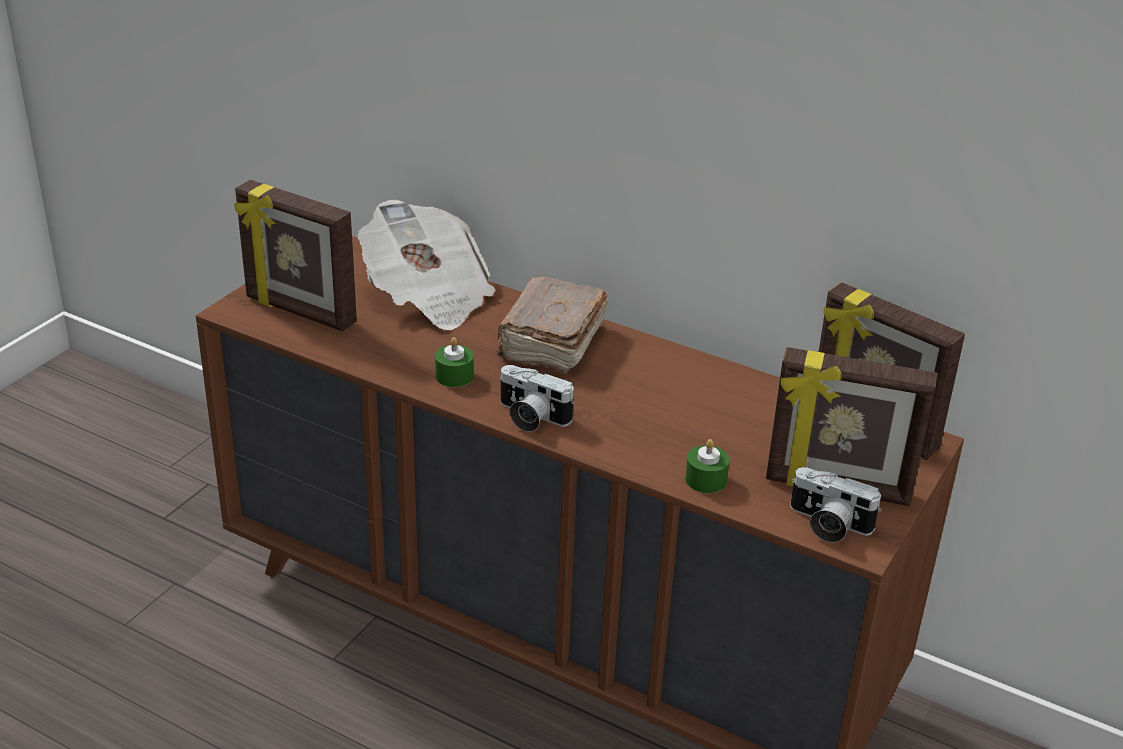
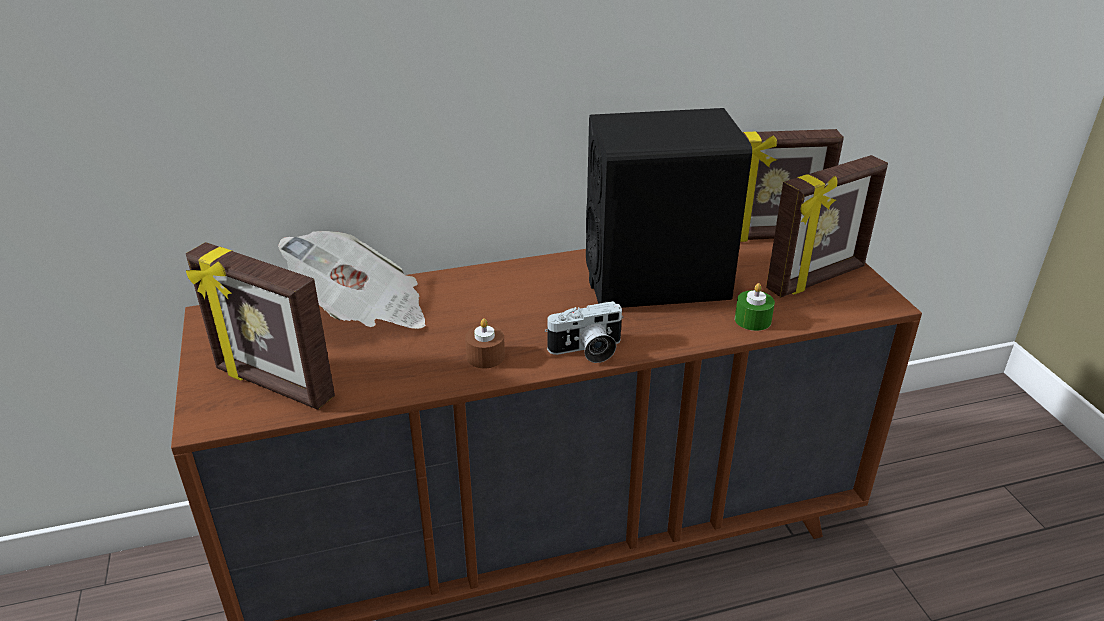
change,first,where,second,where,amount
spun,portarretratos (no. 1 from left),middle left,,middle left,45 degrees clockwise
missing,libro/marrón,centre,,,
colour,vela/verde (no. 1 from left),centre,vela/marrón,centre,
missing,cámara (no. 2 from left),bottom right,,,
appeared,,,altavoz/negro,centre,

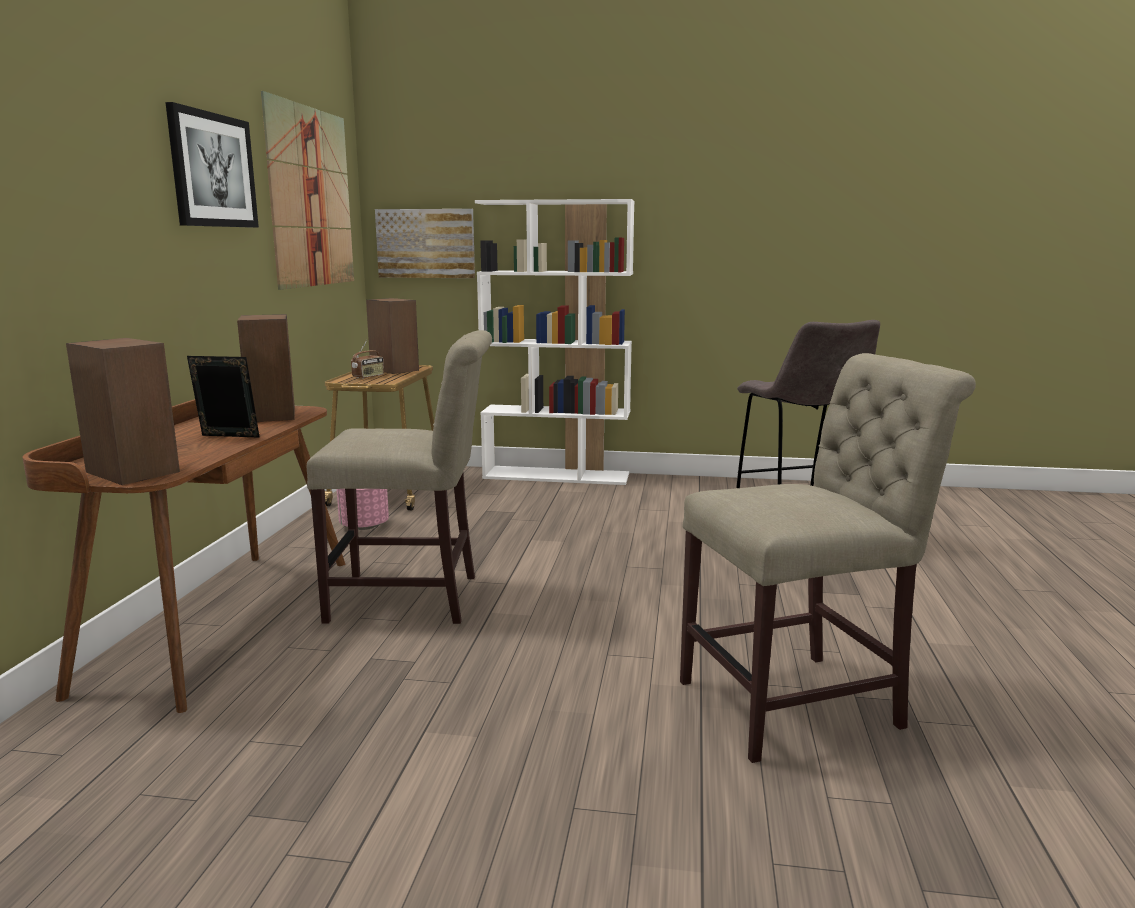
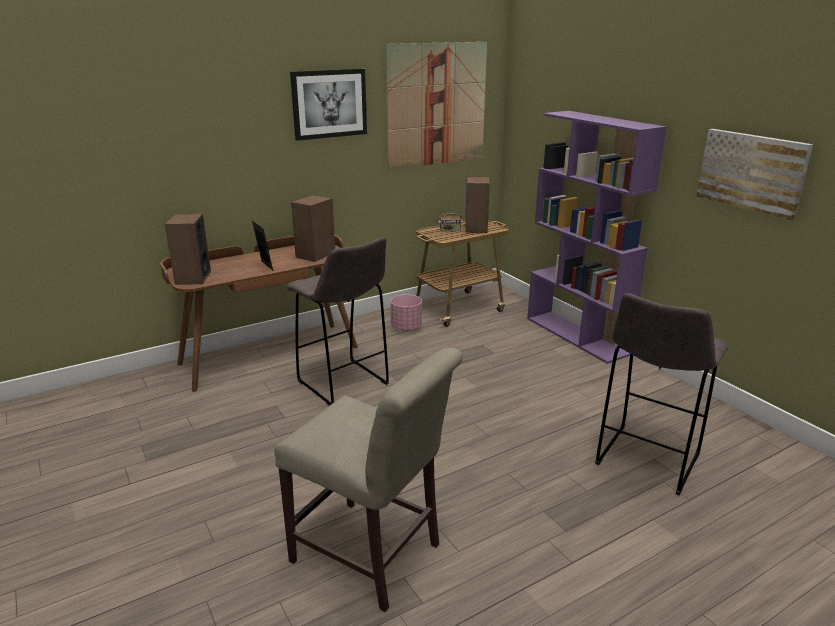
change,first,where,second,where,amount
colour,estantería/blanco,centre,estantería/morado,middle right,
relocated,cuadro (no. 3 from left),top centre,,top right,
exchanged,silla/beis (no. 1 from left),centre,taburete/gris (no. 1 from left),centre,

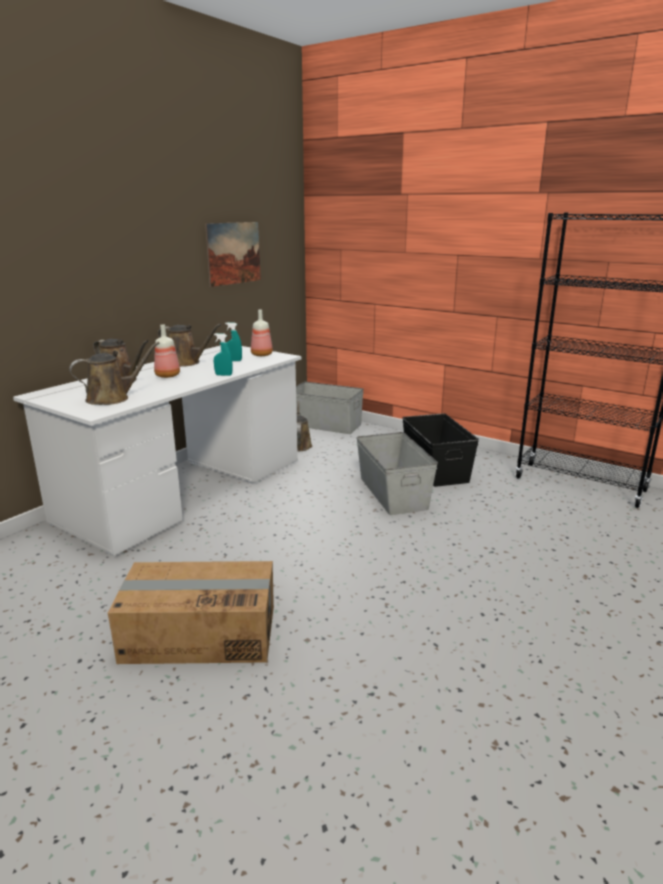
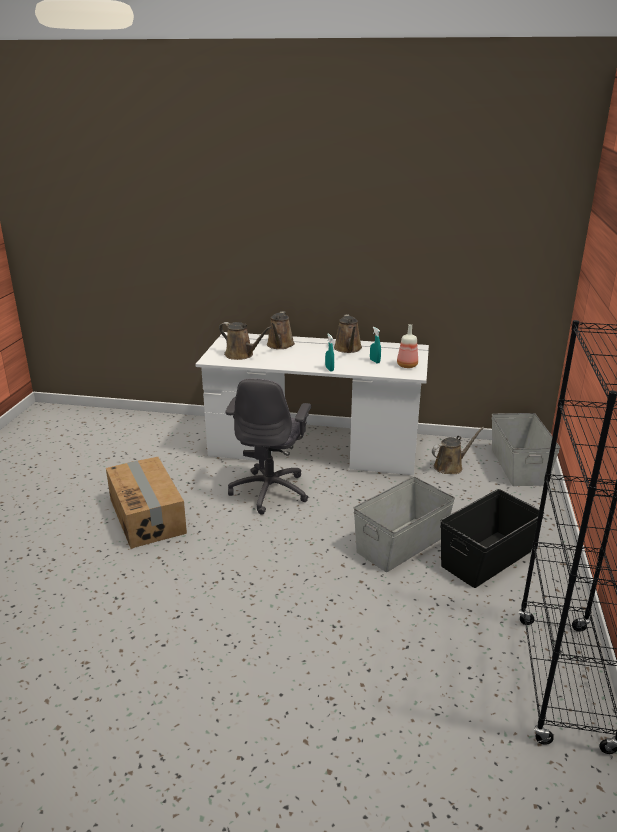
change,first,where,second,where,amount
missing,cuadro,top centre,,,
missing,botella (no. 1 from left),middle left,,,
appeared,,,silla de oficina/gris,centre,

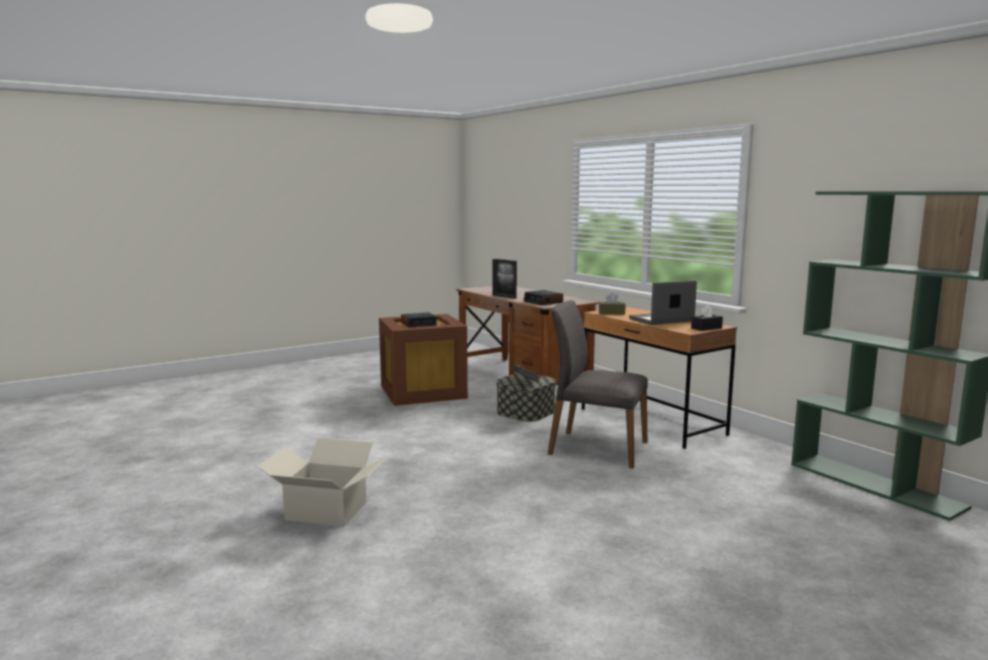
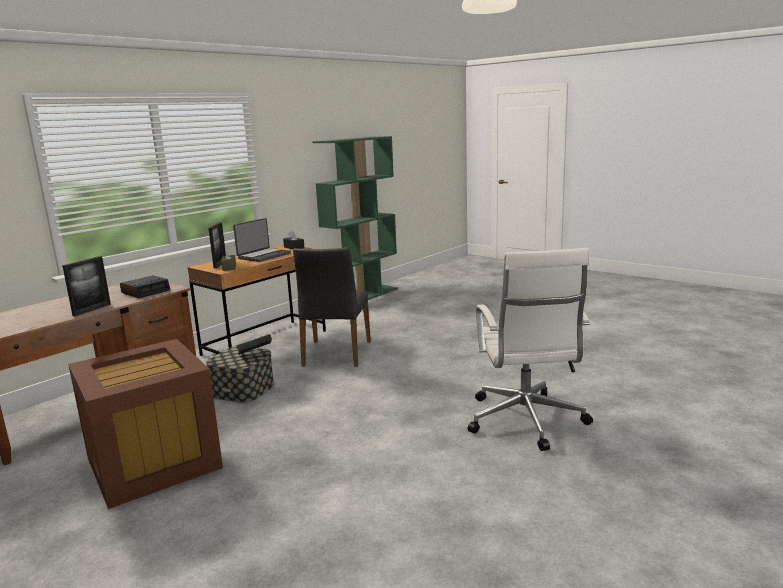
change,first,where,second,where,amount
spun,portátil,middle right,,centre,105 degrees counterclockwise
missing,despertador (no. 1 from left),centre,,,
exchanged,caja de cartón,bottom left,silla de oficina/blanco,middle right,
appeared,,,portarretratos (no. 2 from left),middle left,

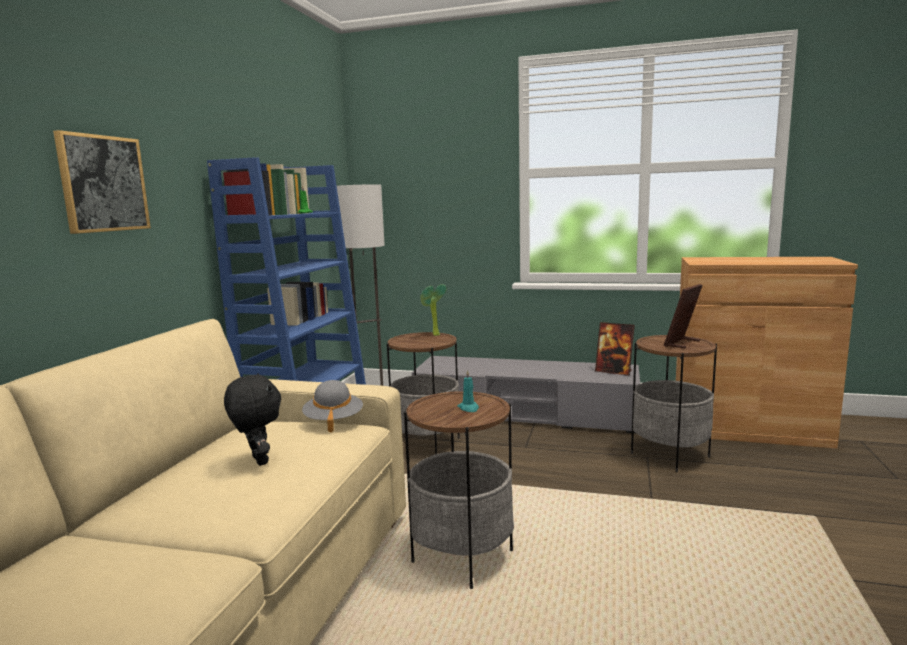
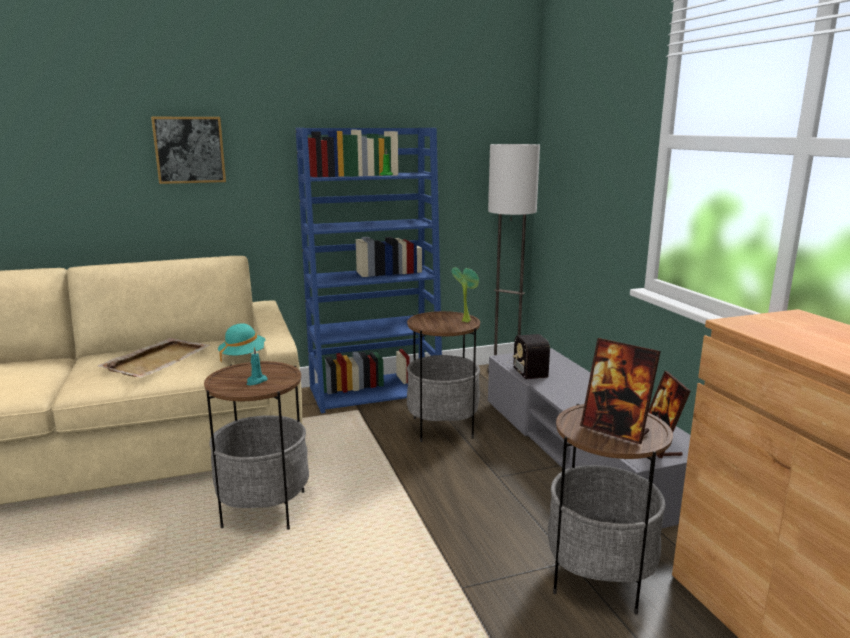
change,first,where,second,where,amount
spun,portarretratos (no. 2 from left in the first image),middle right,portarretratos (no. 1 from left),middle right,150 degrees counterclockwise
exchanged,peluche/negro,middle left,bandeja/beis,middle left,
colour,sombrero/gris,centre,sombrero/turquesa,middle left,
appeared,,,radio,centre,

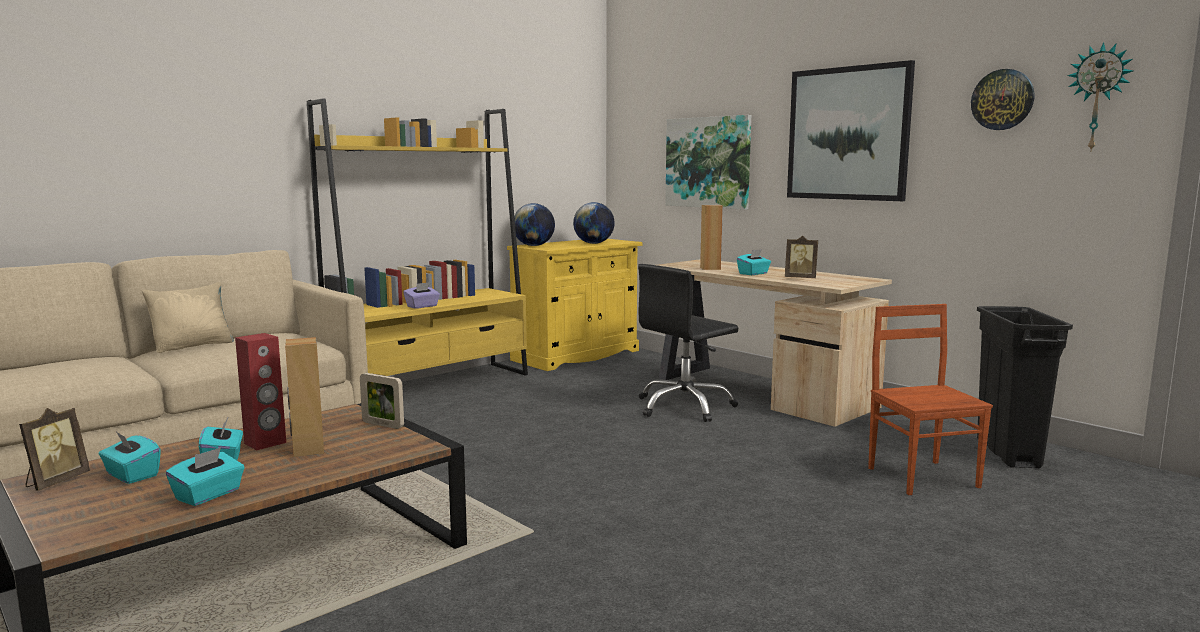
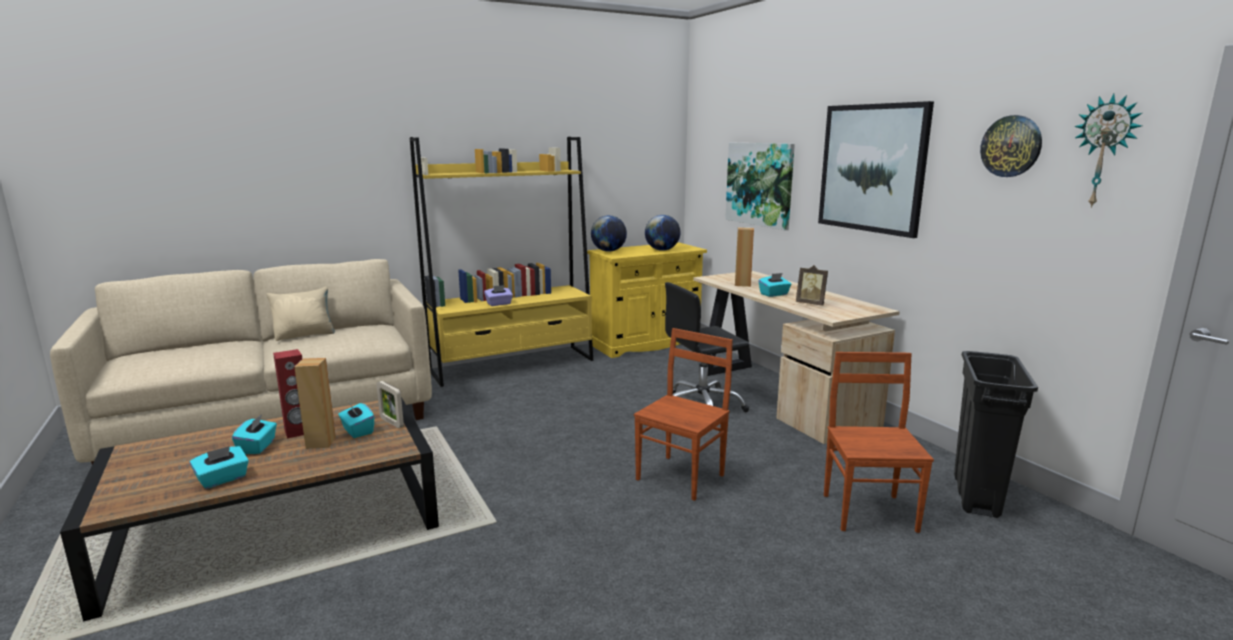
change,first,where,second,where,amount
missing,portarretratos (no. 1 from left),bottom left,,,
relocated,caja de pañuelos/turquesa (no. 1 from left in the first image),bottom left,caja de pañuelos/turquesa (no. 3 from left),middle left,
appeared,,,silla/marrón (no. 1 from left),centre,

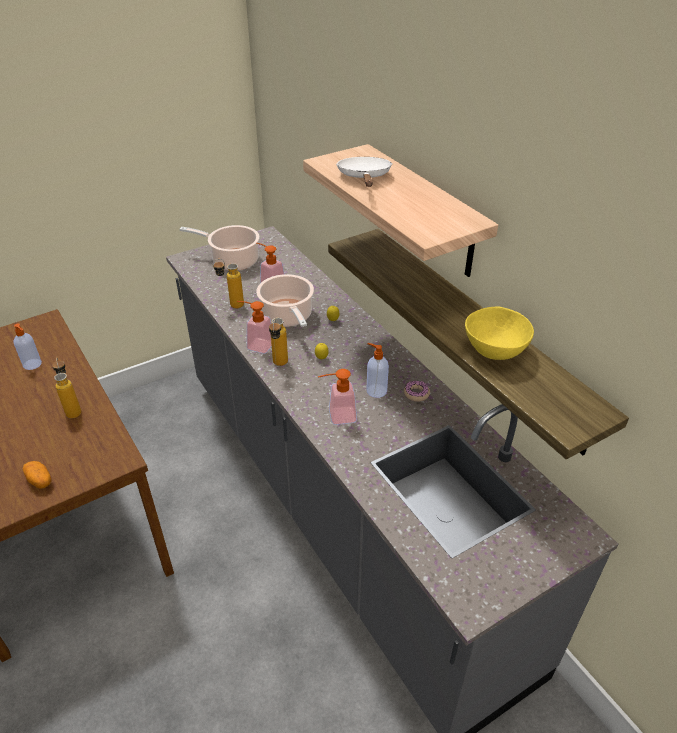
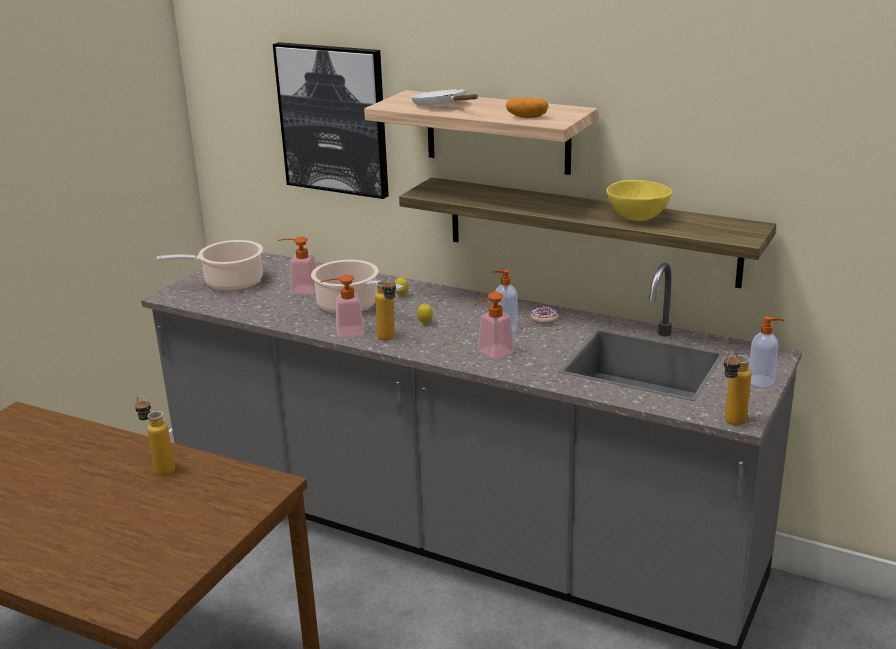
change,first,where,second,where,amount
relocated,botella (no. 2 from left in the first image),centre,botella (no. 3 from left),middle right,
relocated,dispensador de jabón (no. 1 from left in the first image),middle left,dispensador de jabón (no. 5 from left),middle right,
relocated,patata,middle left,,top centre,
appeared,,,cuadro,top centre,

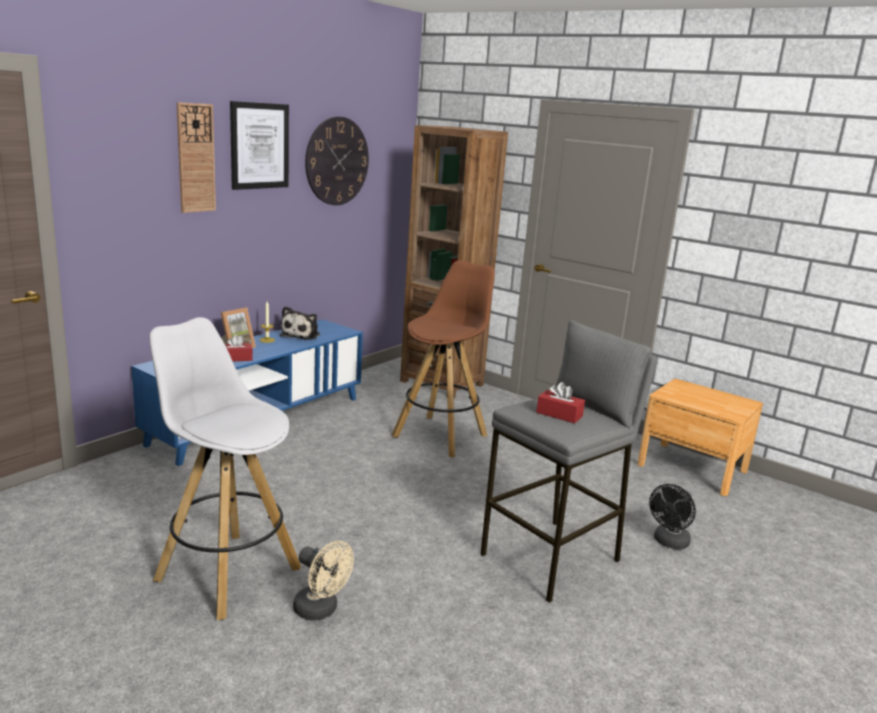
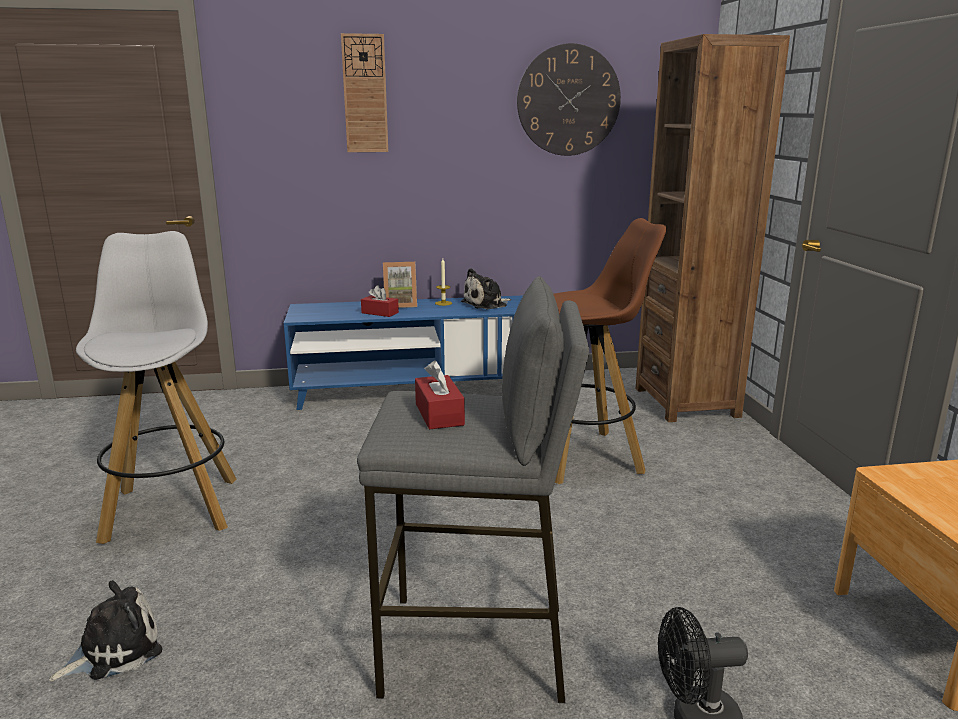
change,first,where,second,where,amount
missing,cuadro,top left,,,
missing,ventilador/beis,bottom centre,,,
appeared,,,peluche (no. 1 from left),bottom left,

